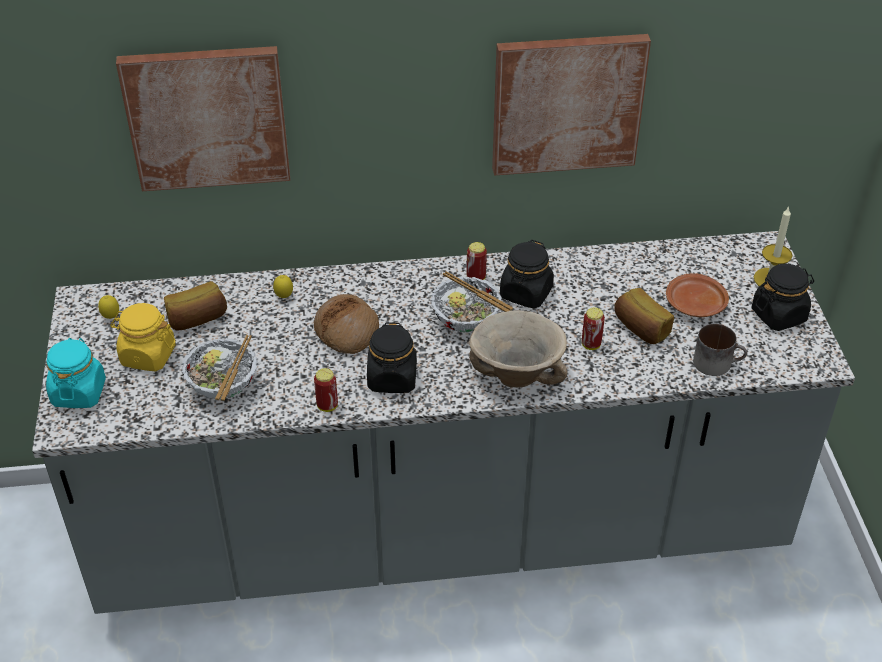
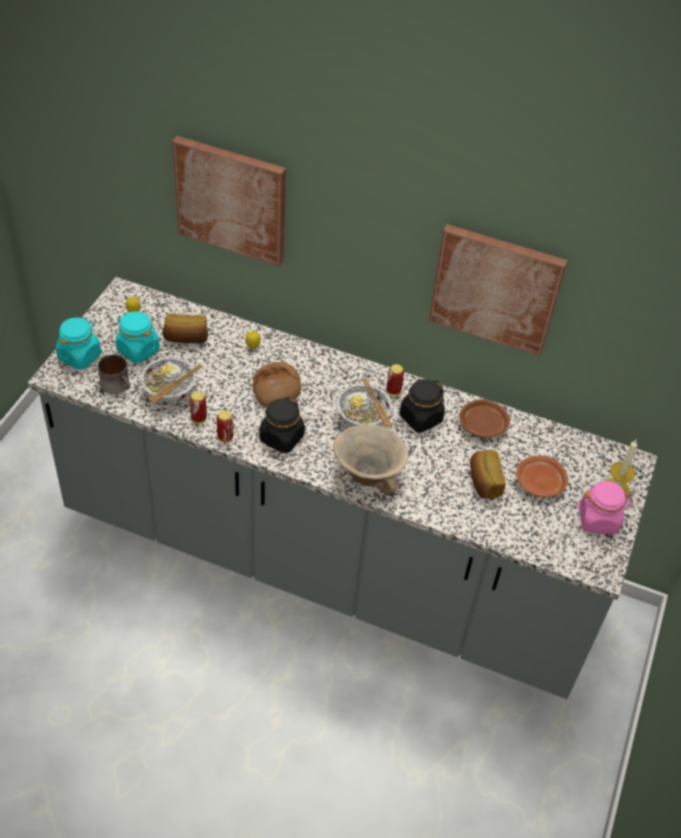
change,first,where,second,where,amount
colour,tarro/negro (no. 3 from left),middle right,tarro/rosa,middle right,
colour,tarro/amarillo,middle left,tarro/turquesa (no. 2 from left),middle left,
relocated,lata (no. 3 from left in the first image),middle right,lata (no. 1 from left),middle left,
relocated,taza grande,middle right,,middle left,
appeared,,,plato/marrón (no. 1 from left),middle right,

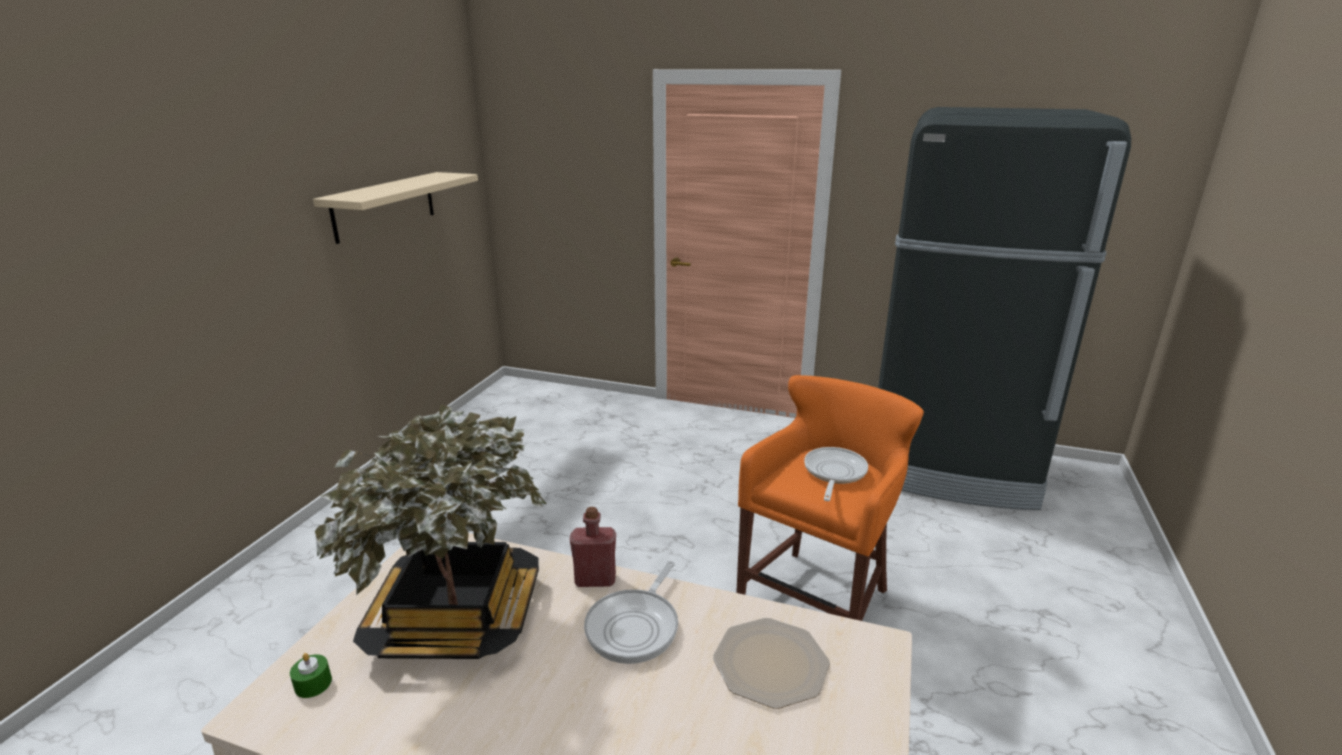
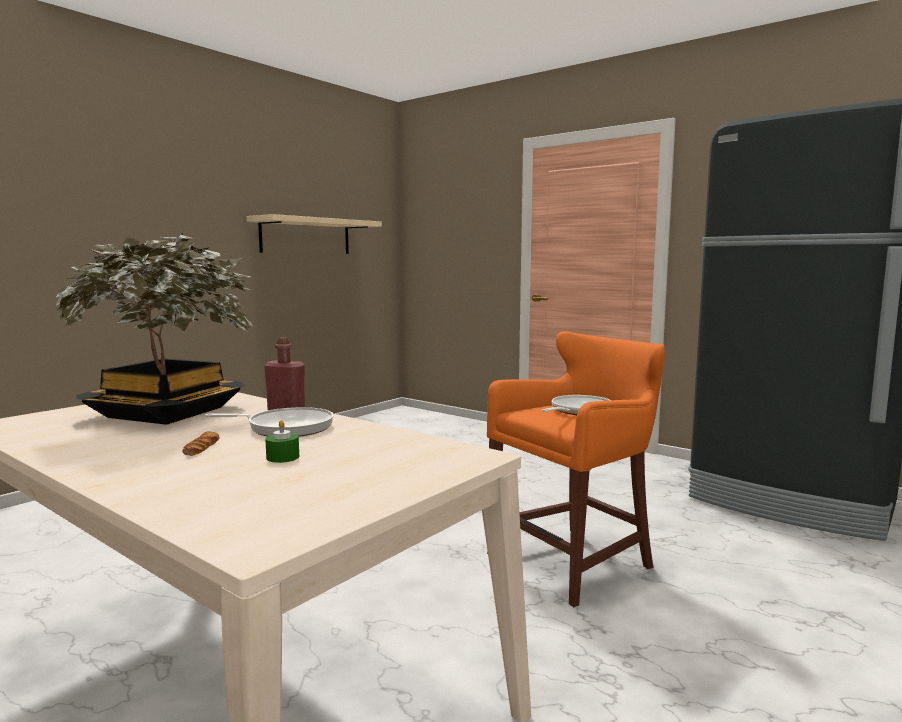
change,first,where,second,where,amount
spun,sartén (no. 1 from left),bottom centre,,middle left,135 degrees counterclockwise
missing,plato,bottom centre,,,
relocated,vela/verde,bottom left,,middle left,
appeared,,,pan,middle left,

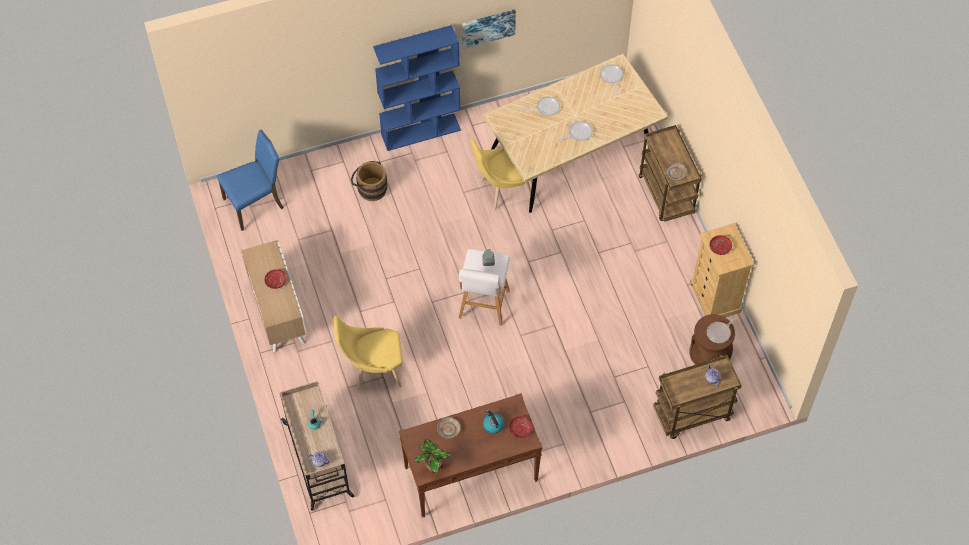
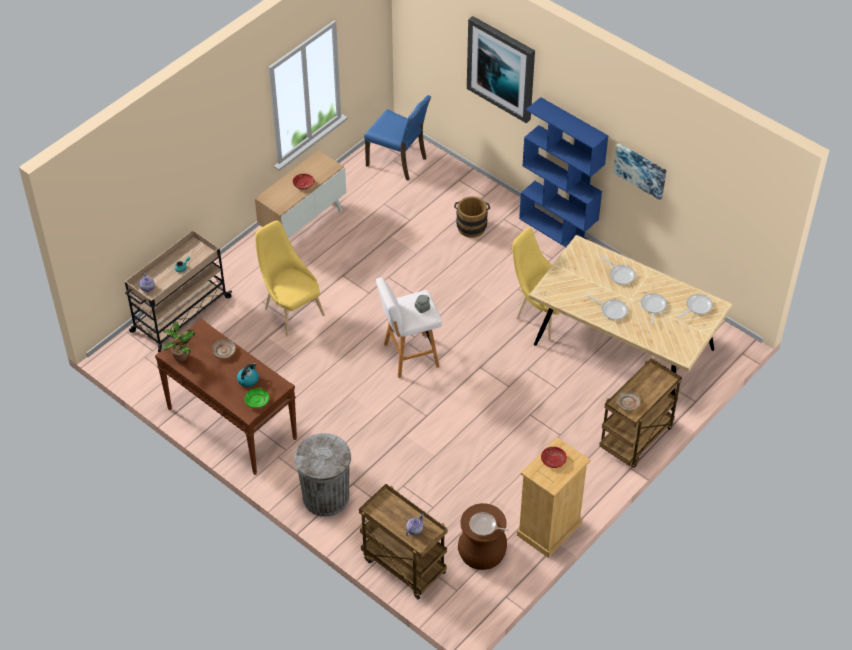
change,first,where,second,where,amount
colour,plato/rojo (no. 2 from left),bottom centre,plato/verde,middle left,
appeared,,,cuadro (no. 1 from left),top centre,
appeared,,,sartén (no. 4 from left),middle right,
appeared,,,papelera/gris,bottom centre,

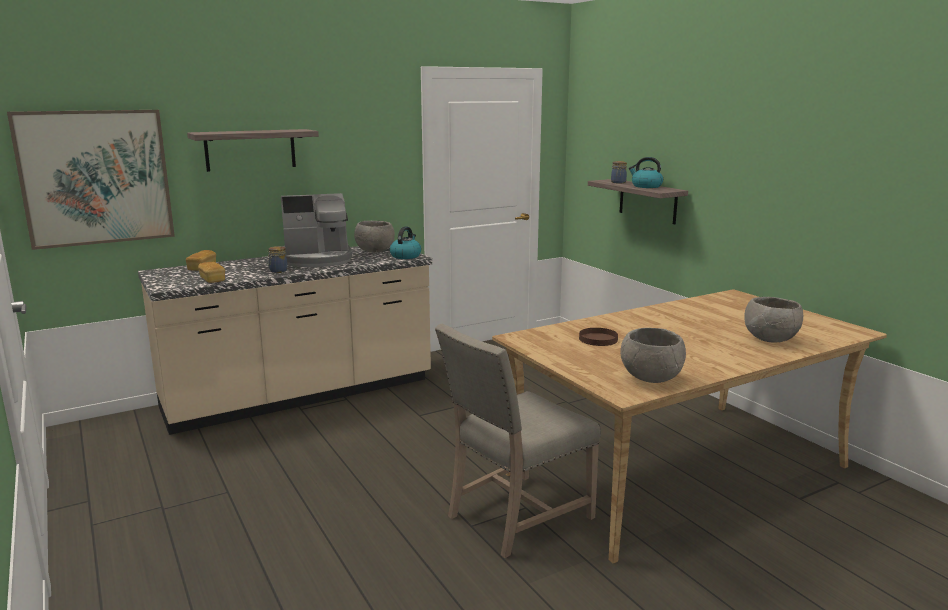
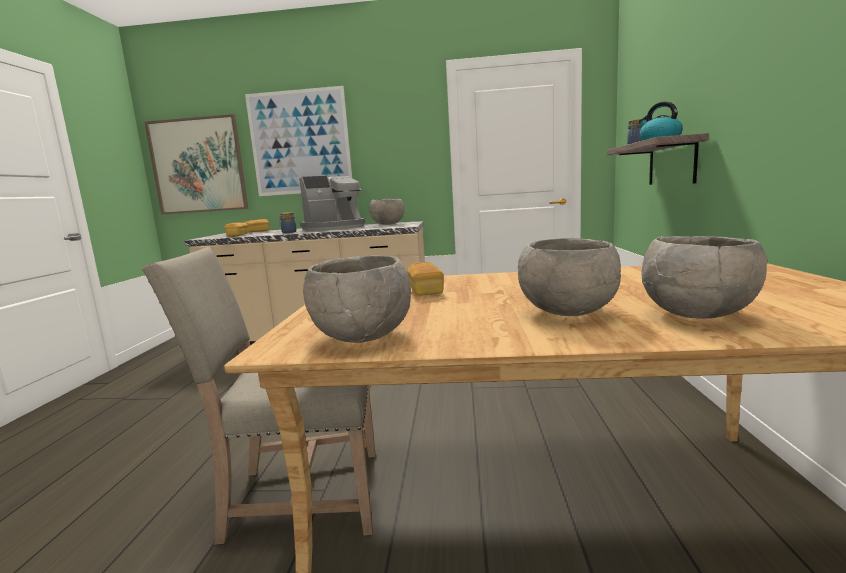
change,first,where,second,where,amount
exchanged,estante (no. 1 from left),top left,cuadro (no. 2 from left),top centre,
spun,cafetera,centre,,centre,45 degrees counterclockwise
missing,hervidor (no. 1 from left),centre,,,
exchanged,plato/marrón,centre,pan (no. 3 from left),centre,
appeared,,,cuenco/gris (no. 3 from left),middle right,

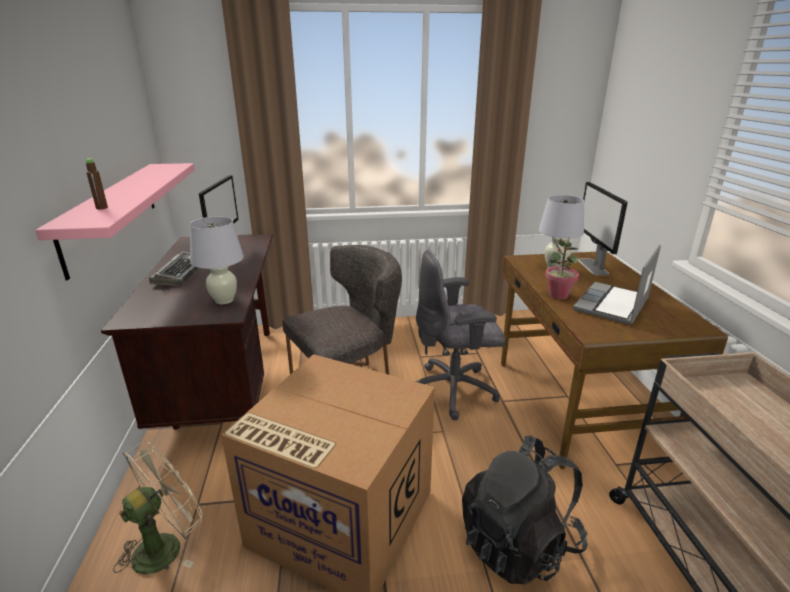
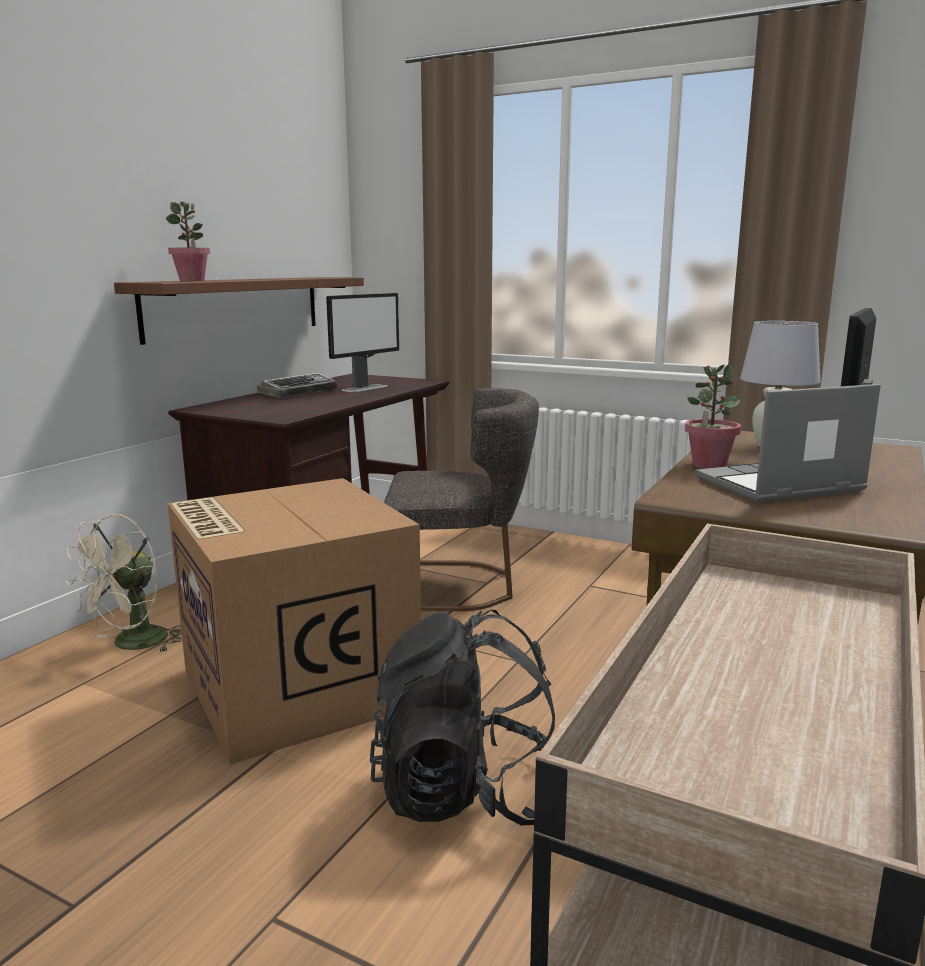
change,first,where,second,where,amount
exchanged,botella/marrón,top left,planta en maceta (no. 1 from left),top left,
colour,estante/rosa,middle left,estante/marrón,top left,
missing,lámpara de mesa/blanco (no. 1 from left),middle left,,,
missing,silla de oficina/gris,centre,,,
spun,ventilador/beis,bottom left,,middle left,135 degrees clockwise

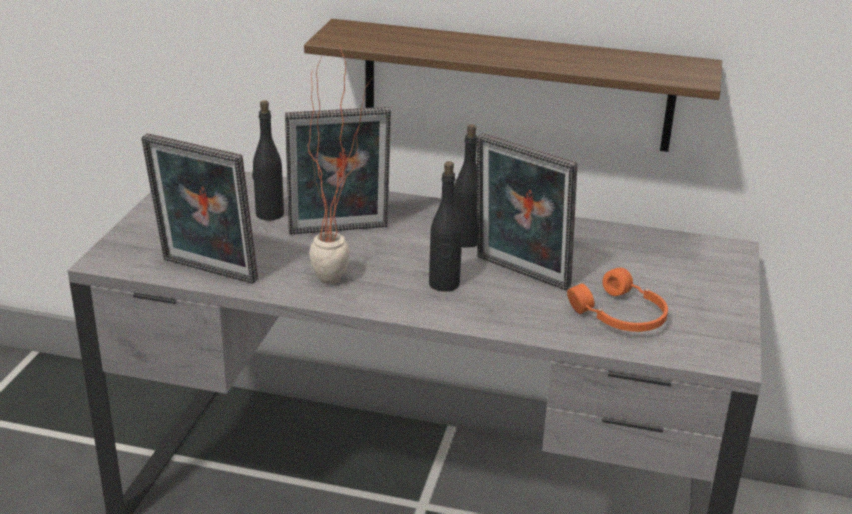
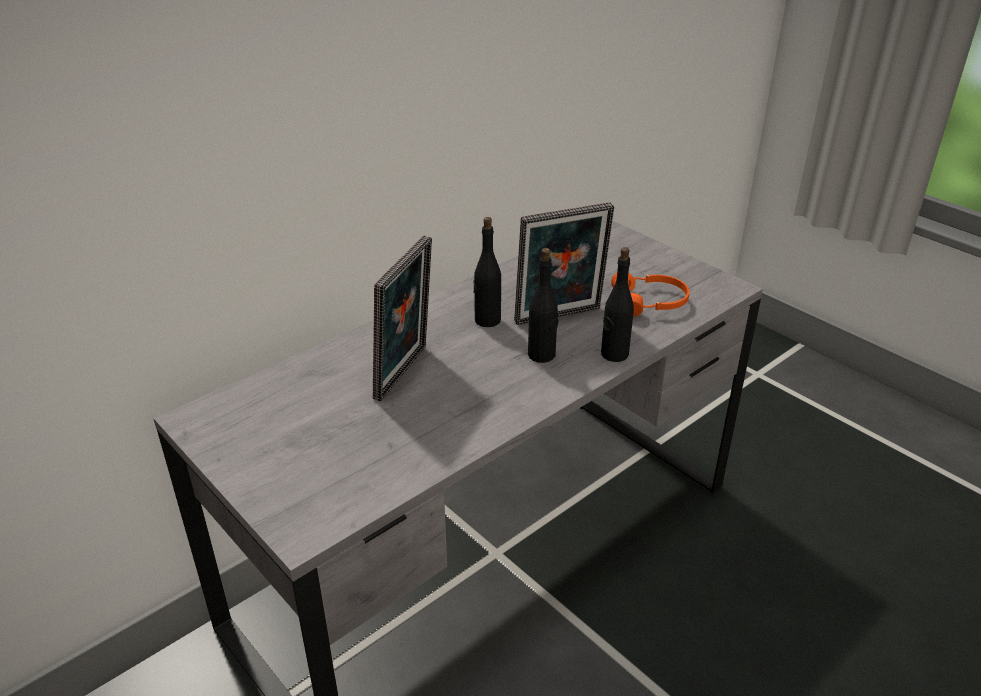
change,first,where,second,where,amount
missing,estante,top centre,,,
missing,planta en maceta,top centre,,,
relocated,botella/negro (no. 1 from left in the first image),top left,botella/negro (no. 3 from left),centre,
missing,portarretratos (no. 1 from left),middle left,,,

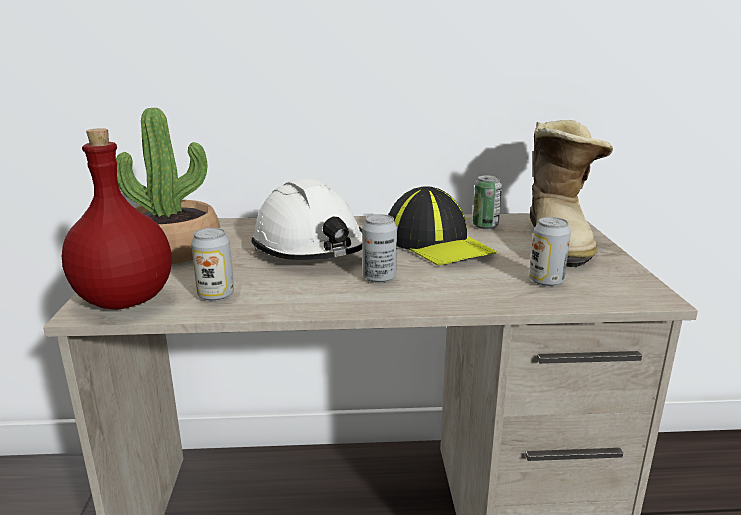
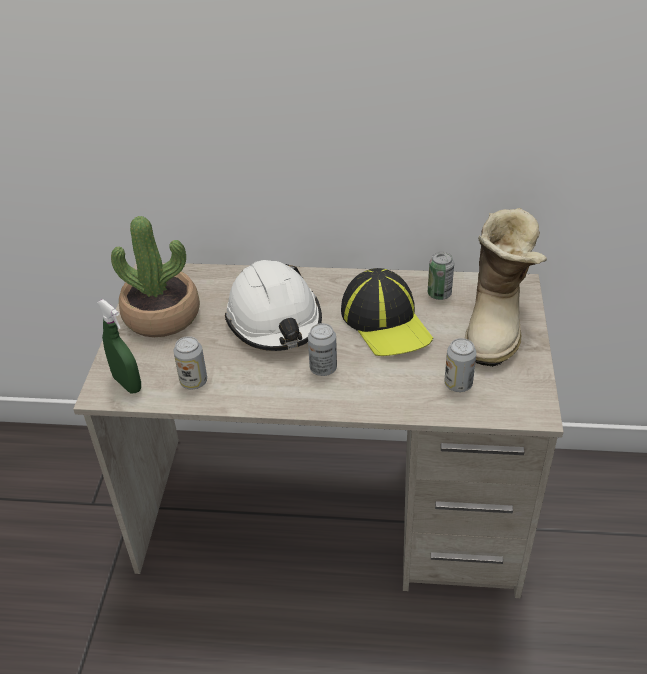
change,first,where,second,where,amount
exchanged,botella/rojo,middle left,pulverizador/verde,middle left,

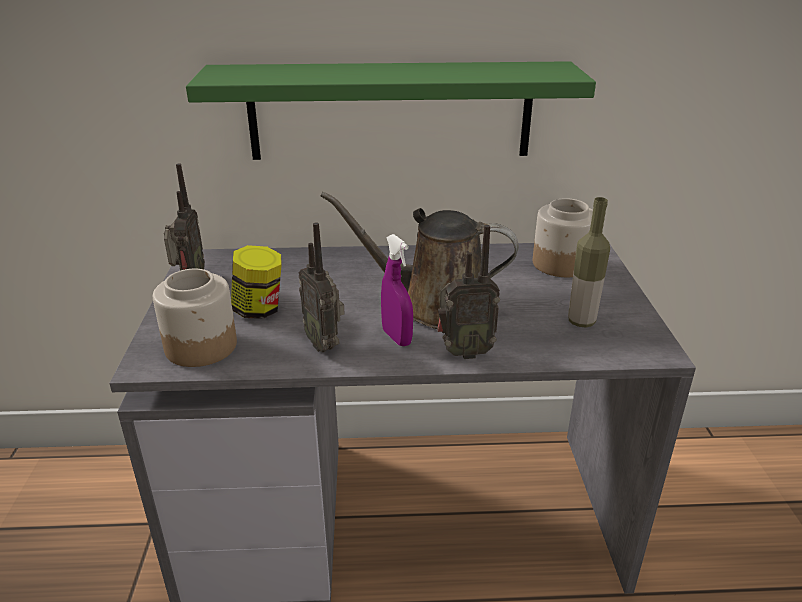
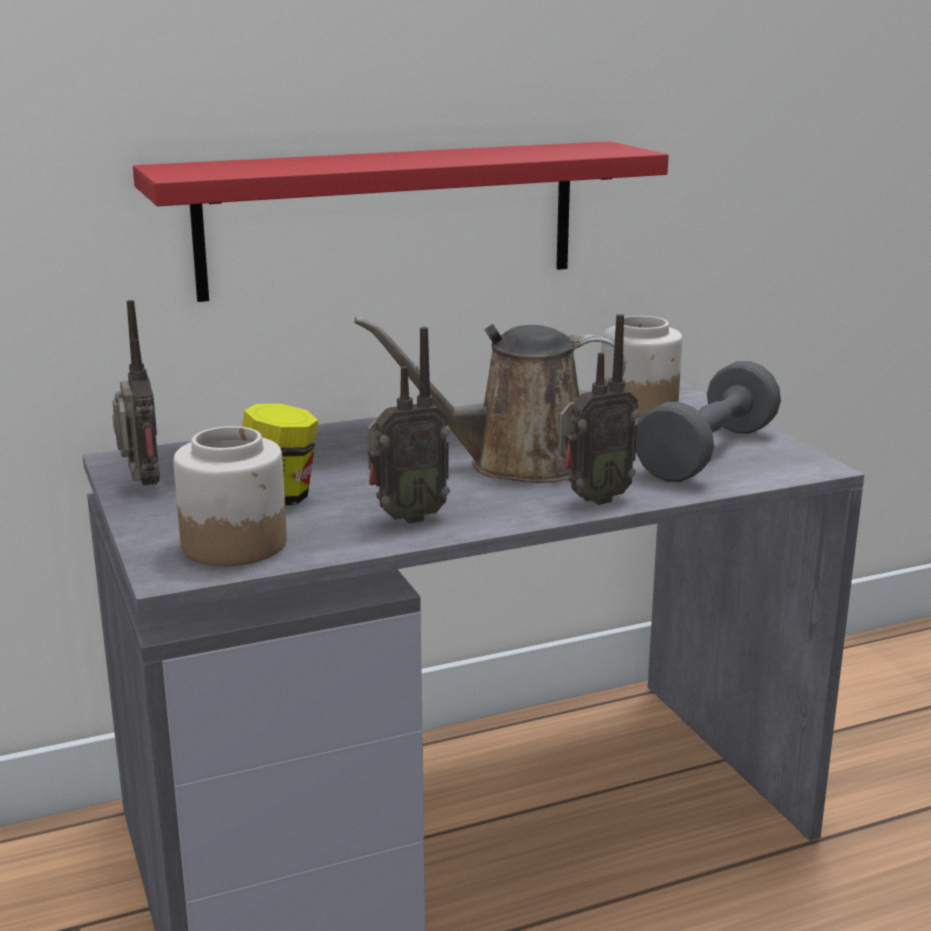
change,first,where,second,where,amount
colour,estante/verde,top centre,estante/rojo,top centre,
exchanged,botella,middle right,mancuerna/gris,middle right,
spun,radio (no. 2 from left),centre,,centre,60 degrees counterclockwise
missing,pulverizador/morado,centre,,,

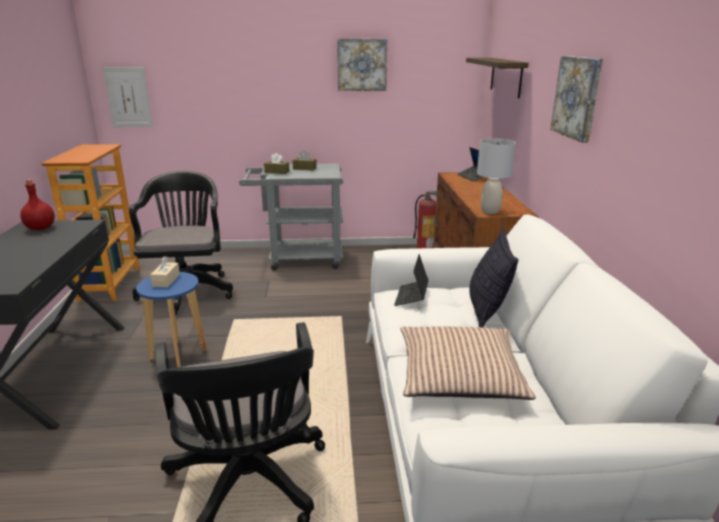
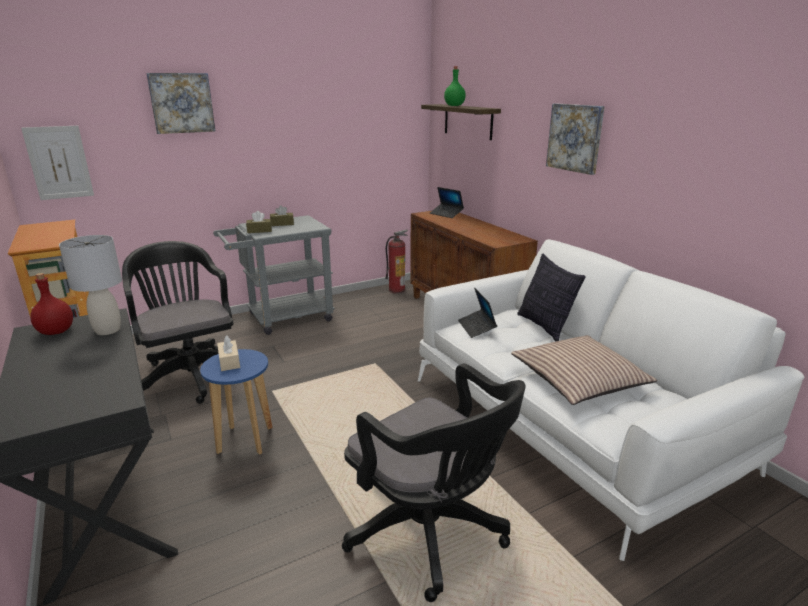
change,first,where,second,where,amount
relocated,cuadro (no. 2 from left),top centre,,top left,
relocated,lámpara de mesa/gris,middle right,,middle left,
appeared,,,botella/verde,top centre,

